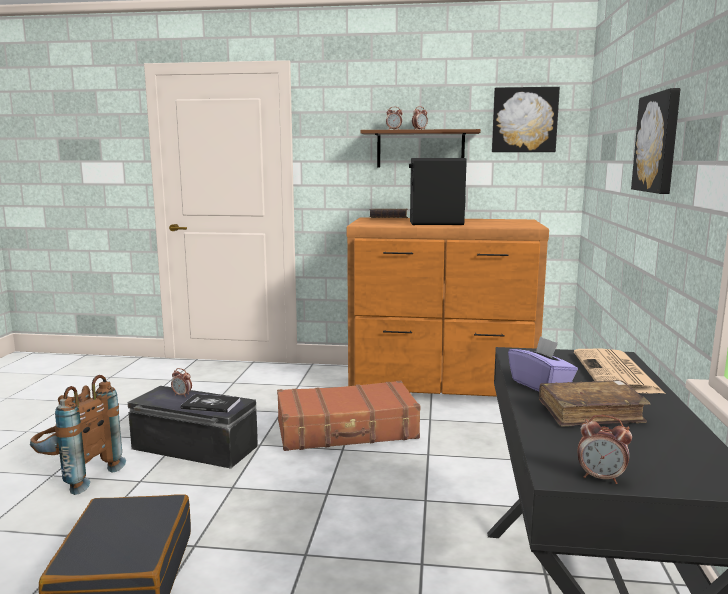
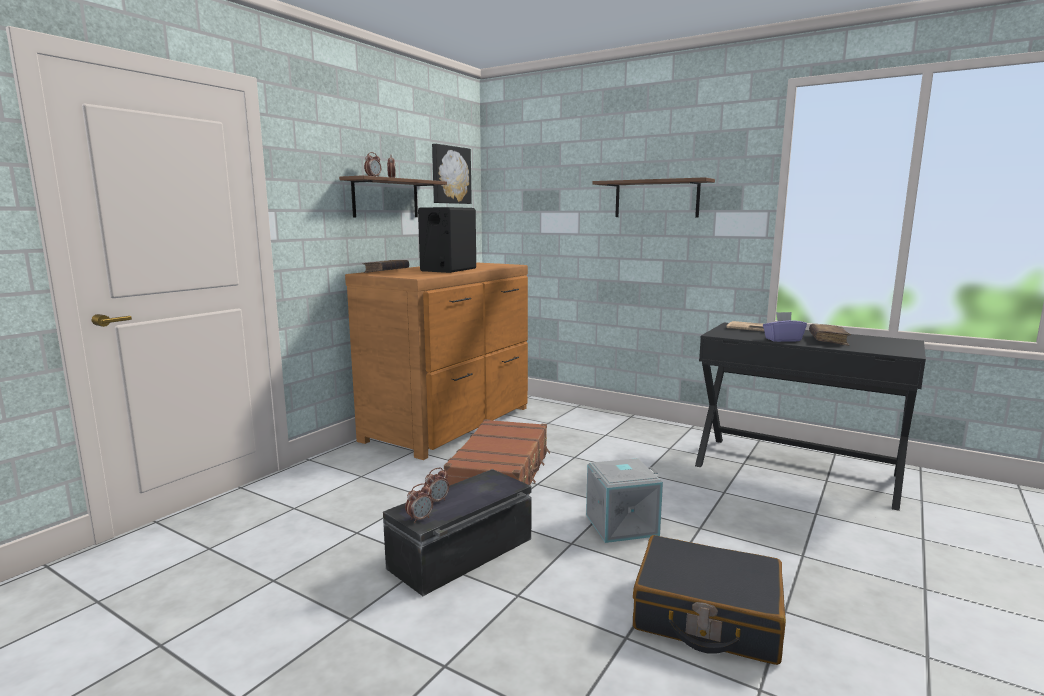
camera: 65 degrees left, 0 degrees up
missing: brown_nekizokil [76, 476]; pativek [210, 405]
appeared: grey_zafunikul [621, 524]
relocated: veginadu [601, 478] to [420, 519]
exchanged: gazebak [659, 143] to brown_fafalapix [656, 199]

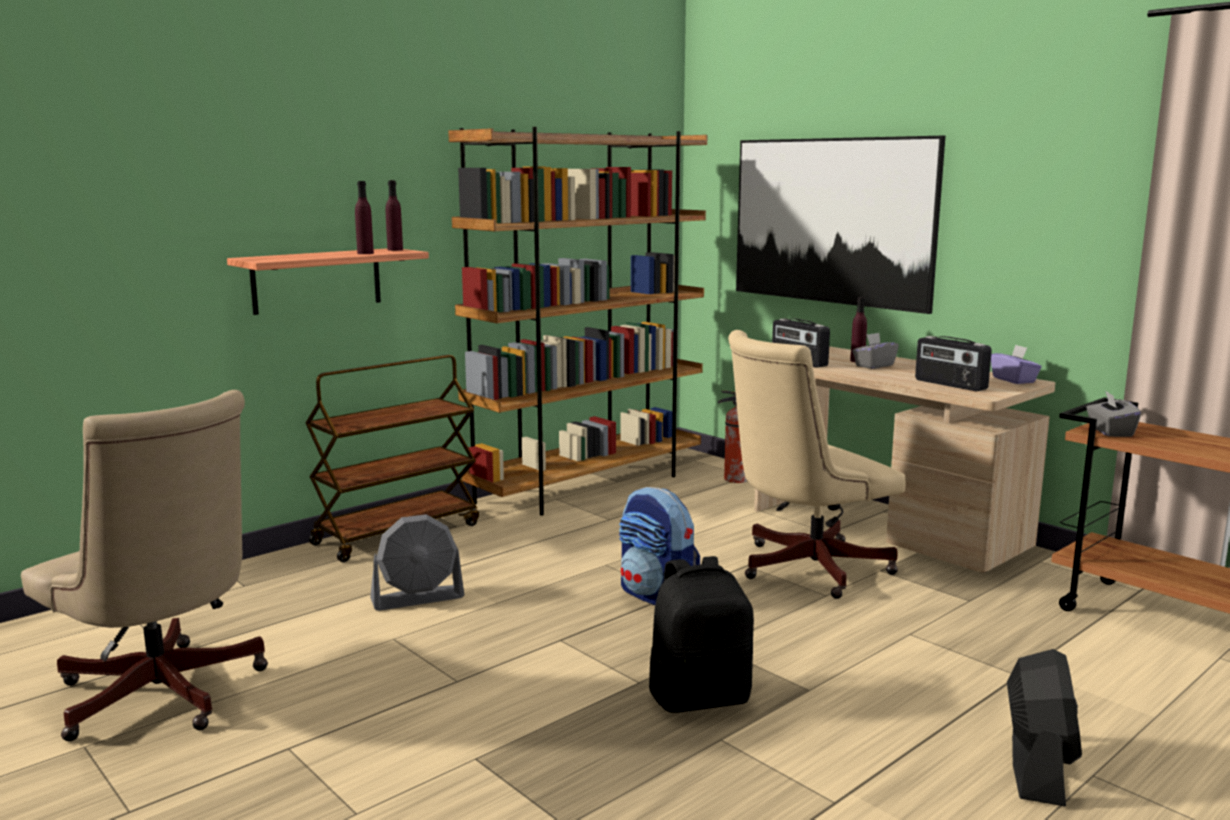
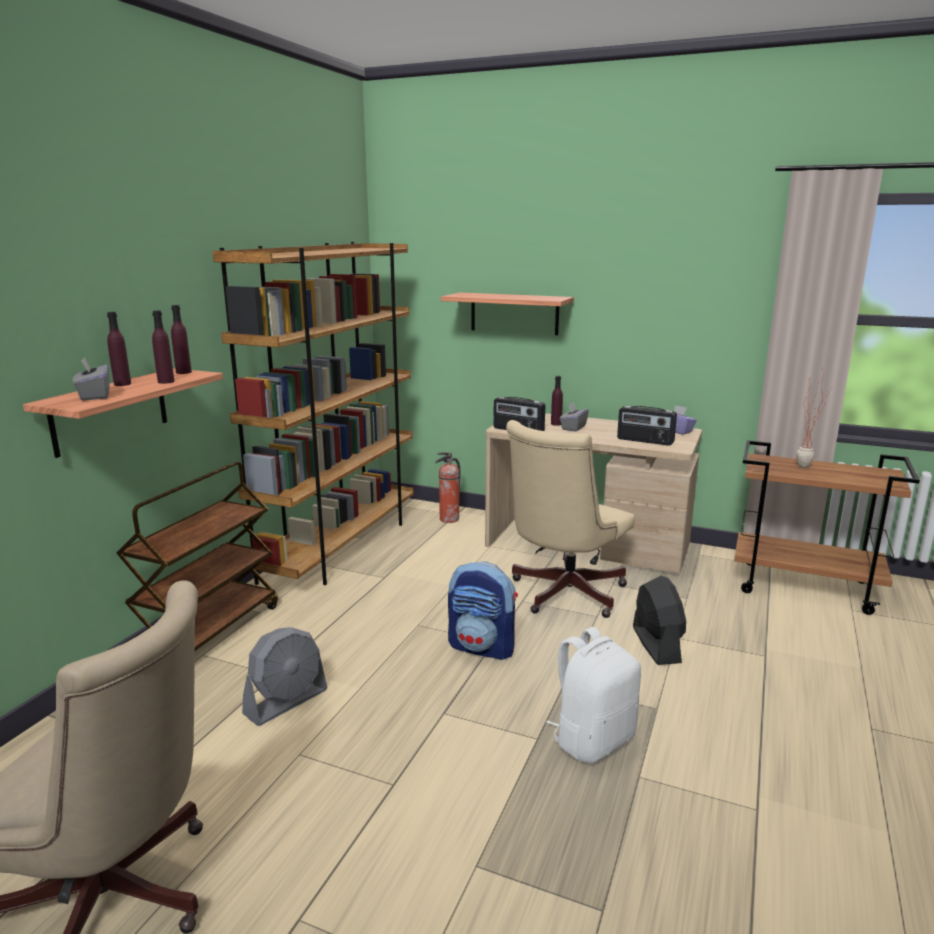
camera: 25 degrees left, 5 degrees up
appeared: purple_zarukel [122, 384]; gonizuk [806, 466]
relocated: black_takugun [1037, 768] to [656, 644]; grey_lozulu [1110, 432] to [94, 396]
exchanged: gazebak [831, 221] to fafalapix [514, 313]
colour: black_nekizokil [700, 697] to white_nekizokil [592, 740]

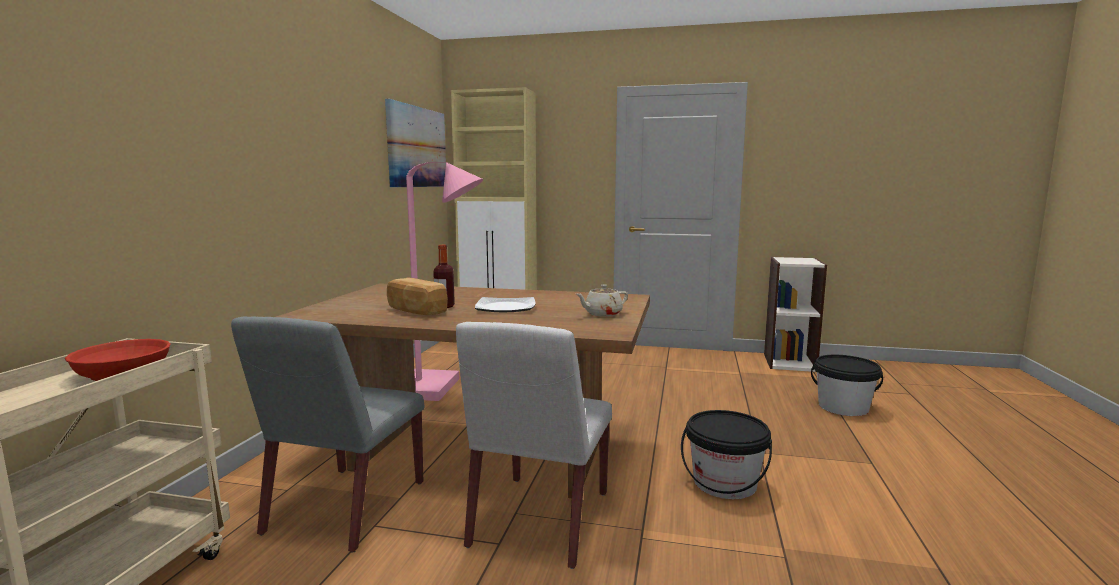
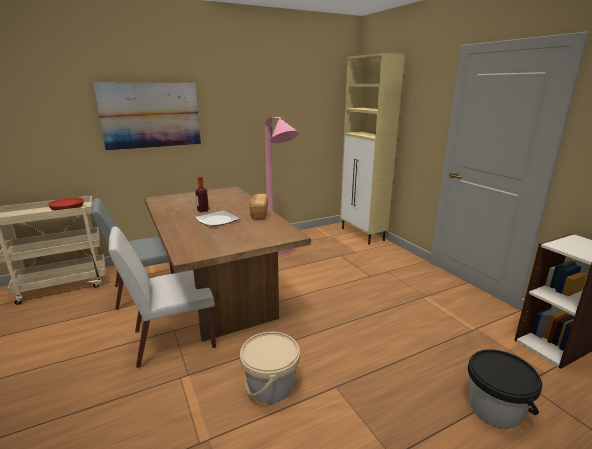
camera: 50 degrees right, 10 degrees up
missing: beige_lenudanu [602, 314]
relocated: gazebak [417, 147] to [151, 115]; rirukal [415, 311] to [258, 214]
colour: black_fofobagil [724, 483] to beige_fofobagil [270, 386]

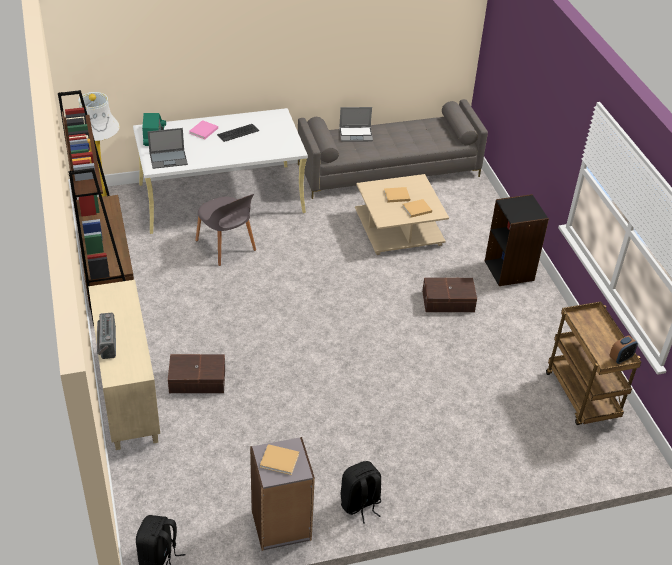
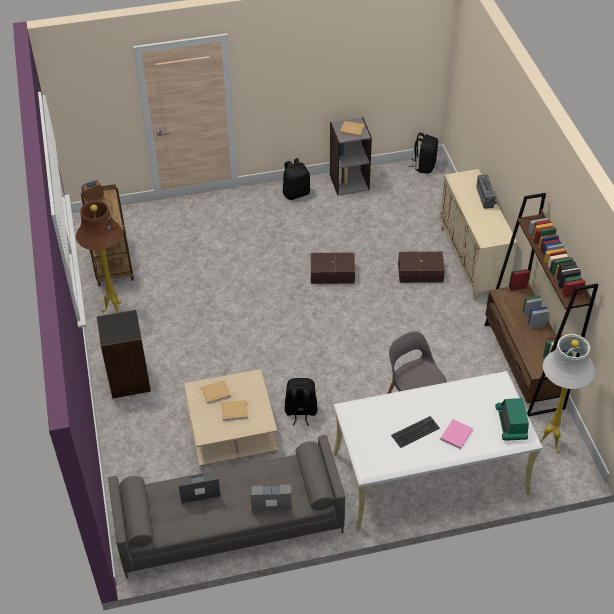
camera: 175 degrees left, 5 degrees up
appeared: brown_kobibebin [114, 310]; black_nekizokil [300, 411]
relocated: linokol [169, 159] to [198, 488]; brown_zafunikul [448, 302] to [332, 273]

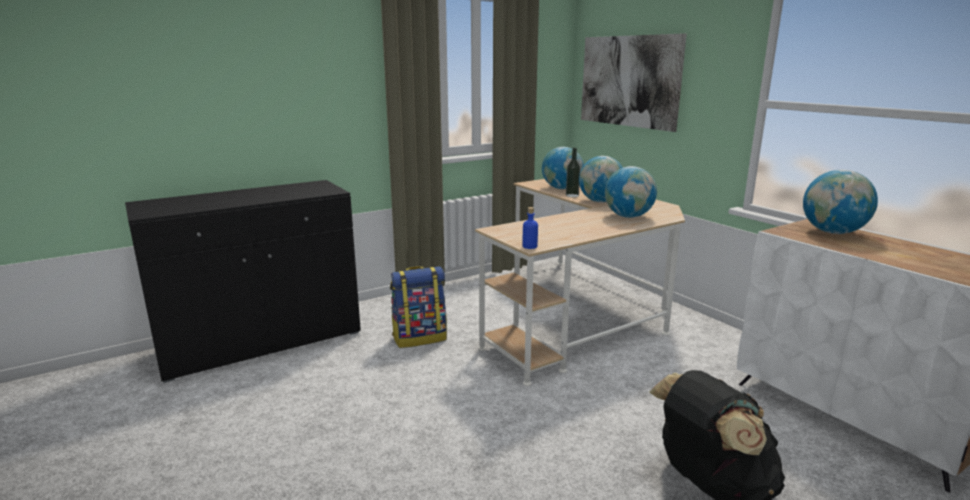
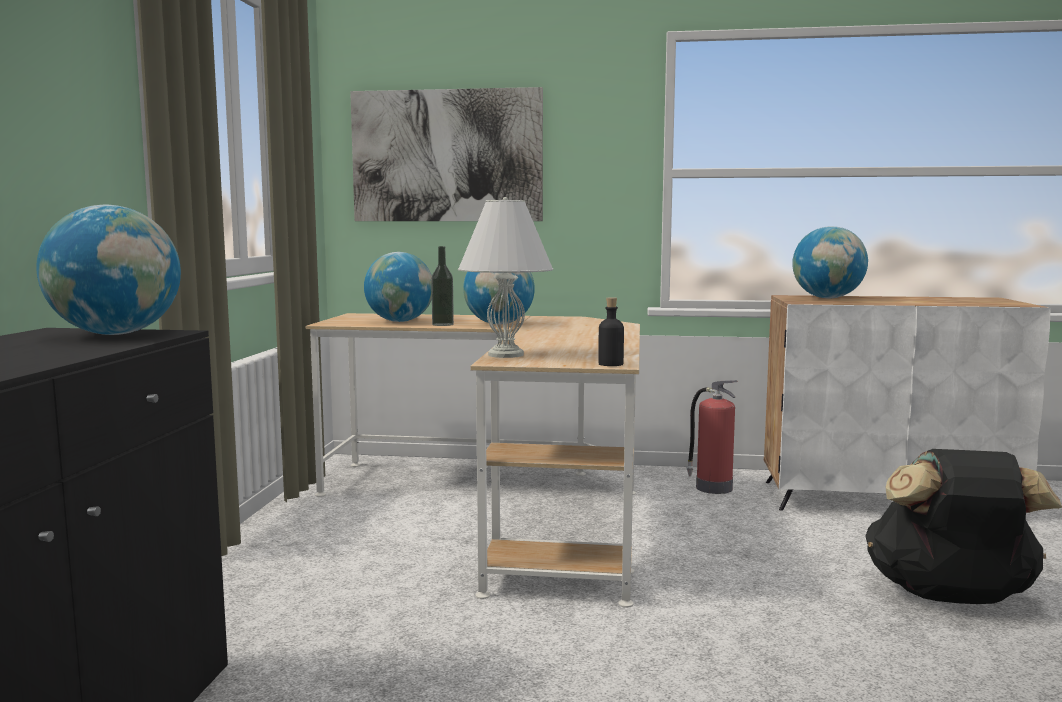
camera: 50 degrees left, 10 degrees down
missing: nekizokil [420, 337]
appeared: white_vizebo [505, 355]; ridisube [712, 487]
relocated: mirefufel [628, 216] to [116, 334]
colour: blue_zarukel [529, 246] to black_zarukel [610, 364]

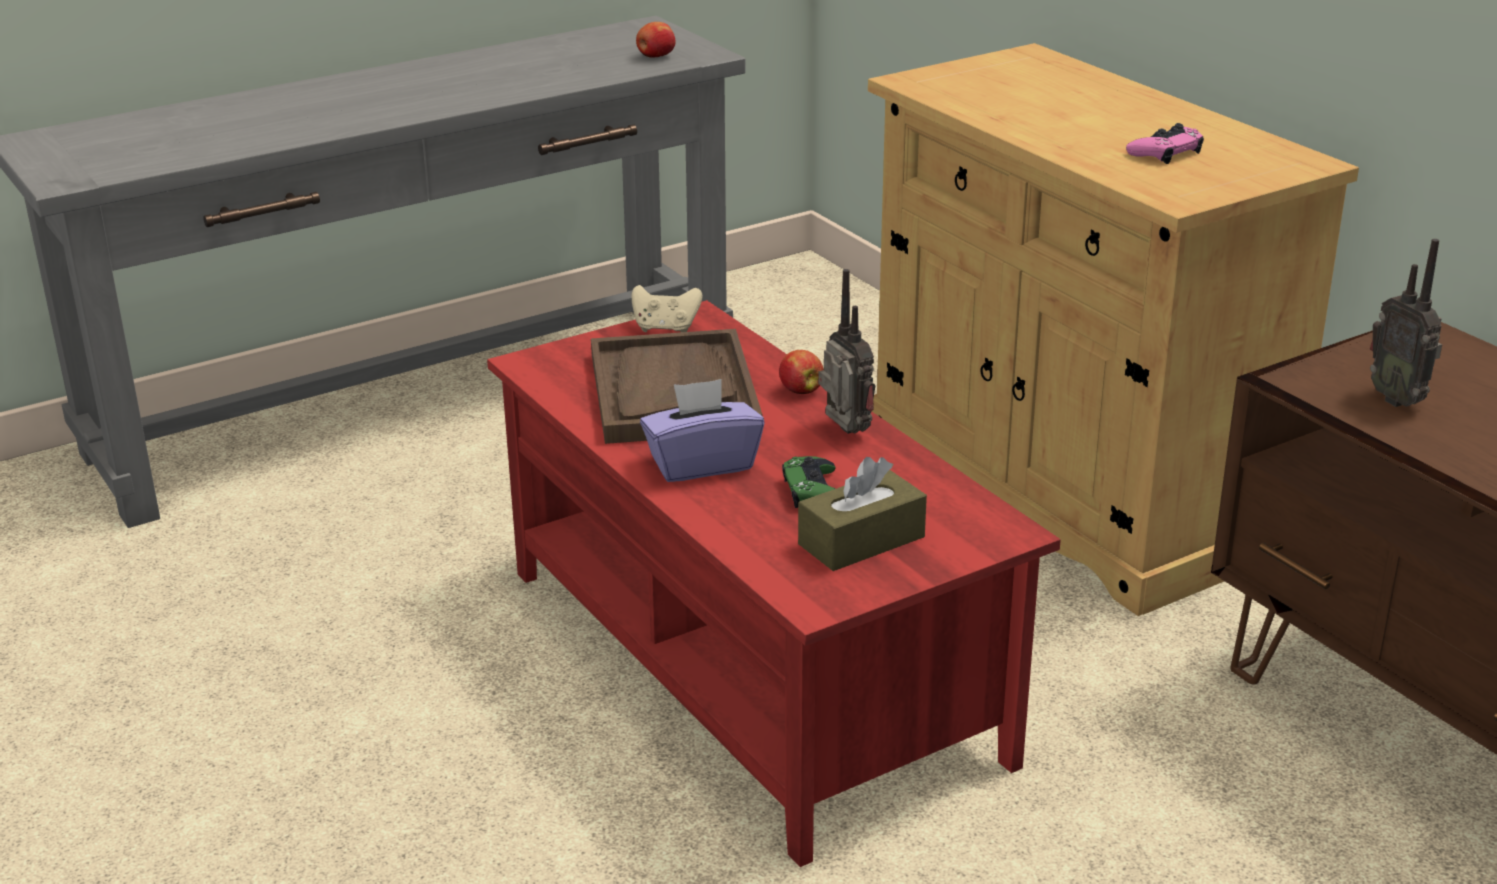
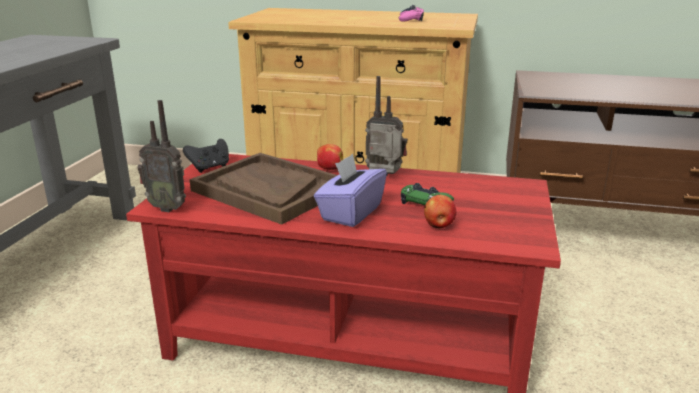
camera: 45 degrees left, 5 degrees down
missing: brown_lozulu [861, 541]
relocated: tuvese [655, 57] to [439, 226]; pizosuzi [1398, 399] to [168, 207]
colour: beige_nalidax [665, 328] to black_nalidax [209, 168]

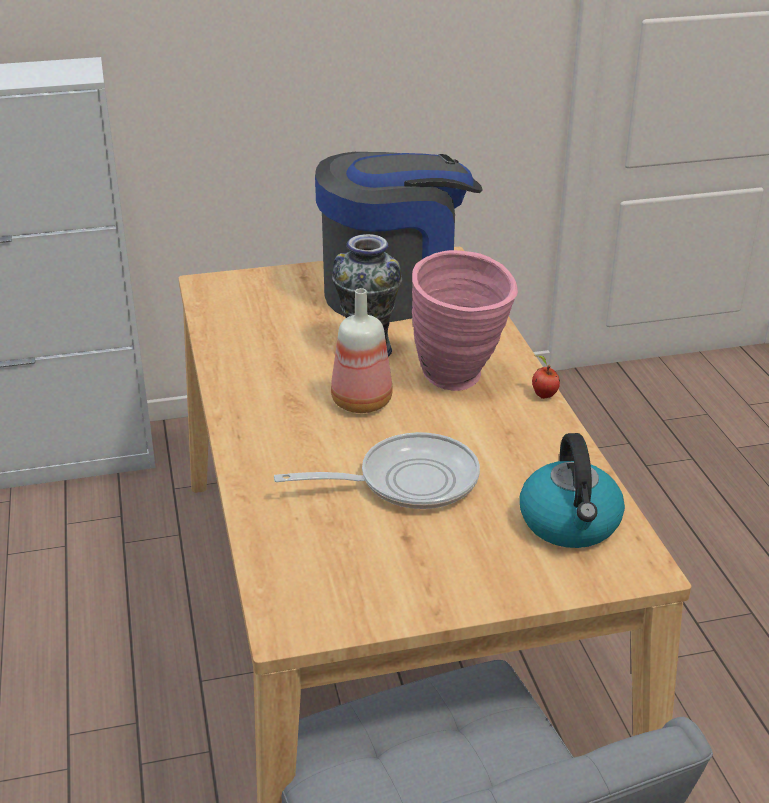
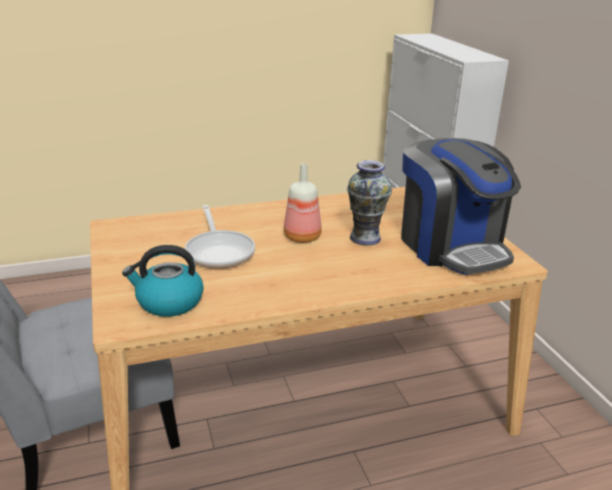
camera: 85 degrees right, 5 degrees down
missing: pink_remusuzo [460, 381]; tuvese [543, 395]

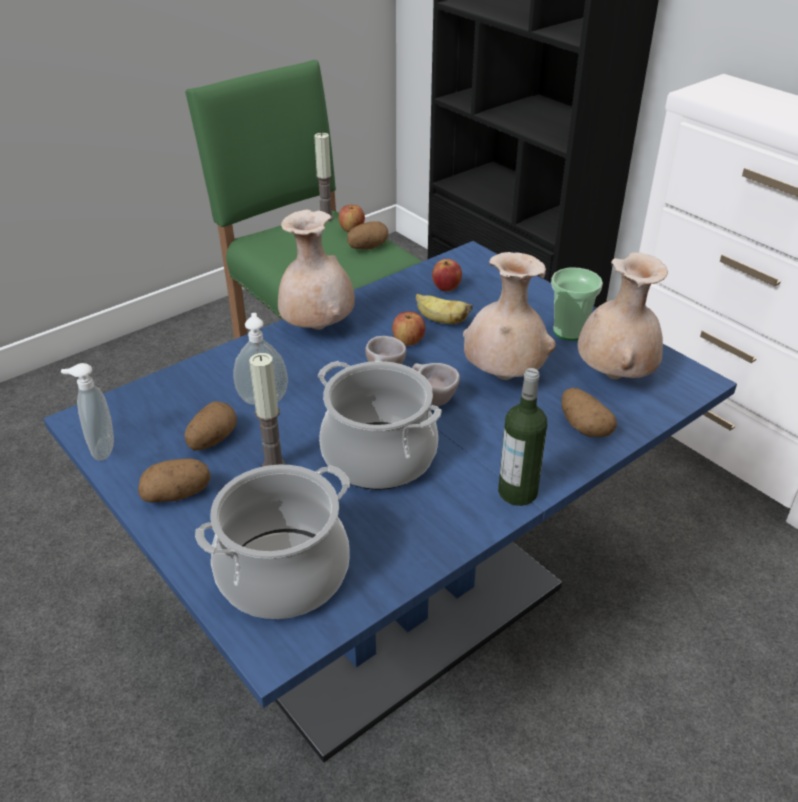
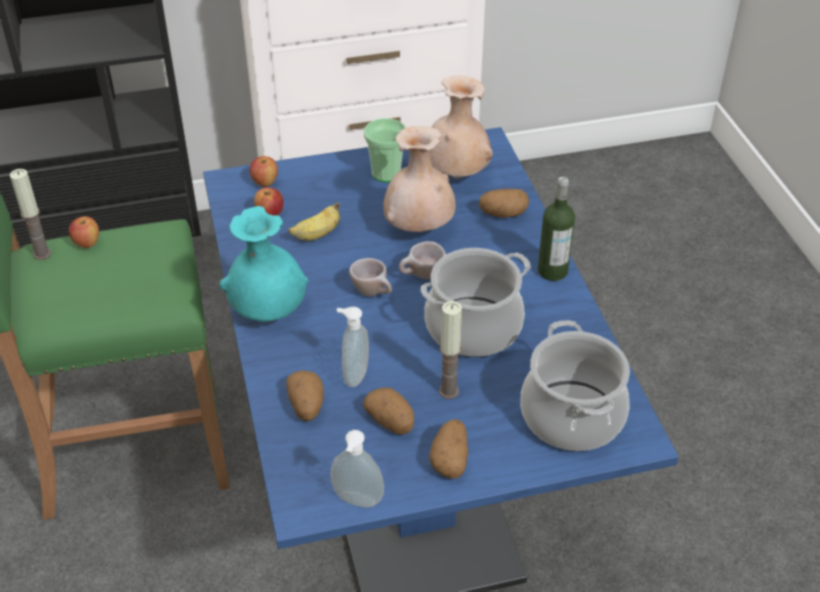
camera: 65 degrees left, 5 degrees up
relocated: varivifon [368, 247] to [306, 406]; tuvese [408, 342] to [265, 182]
colour: beige_remusuzo [317, 327] to turquoise_remusuzo [268, 311]

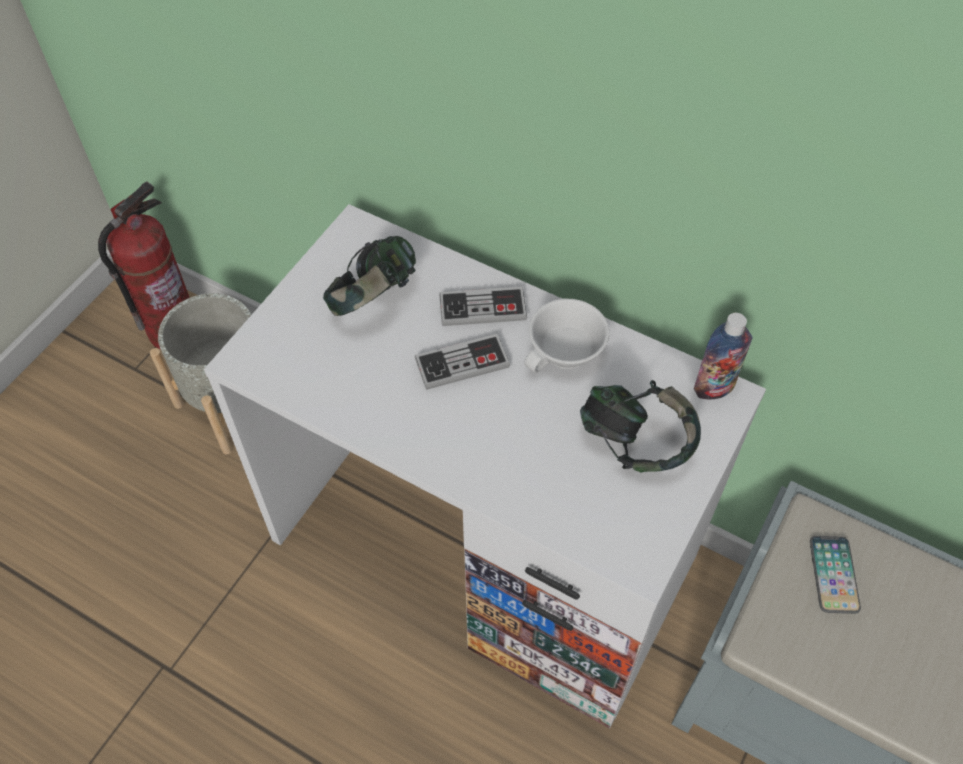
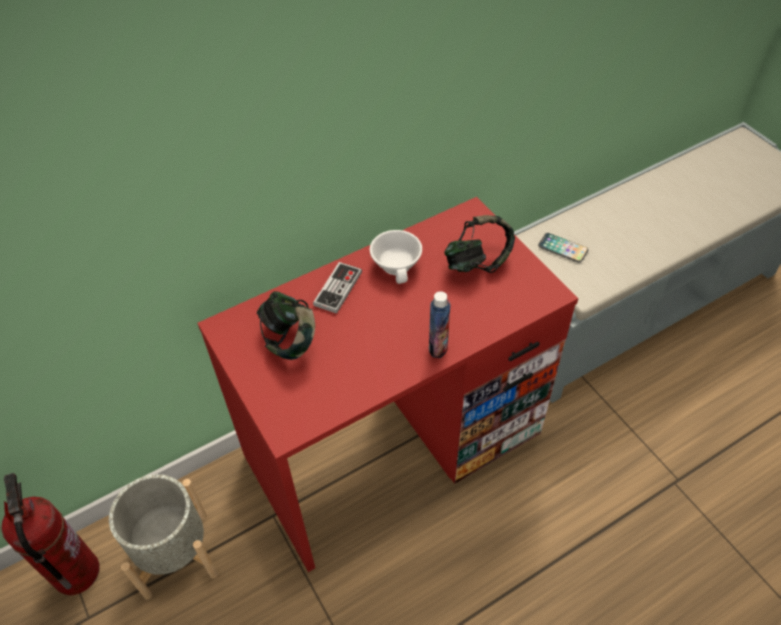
camera: 60 degrees left, 5 degrees down
missing: nalidax [462, 363]
relocated: zarukel [714, 388] to [438, 346]
colour: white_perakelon [483, 548] to red_perakelon [393, 444]

